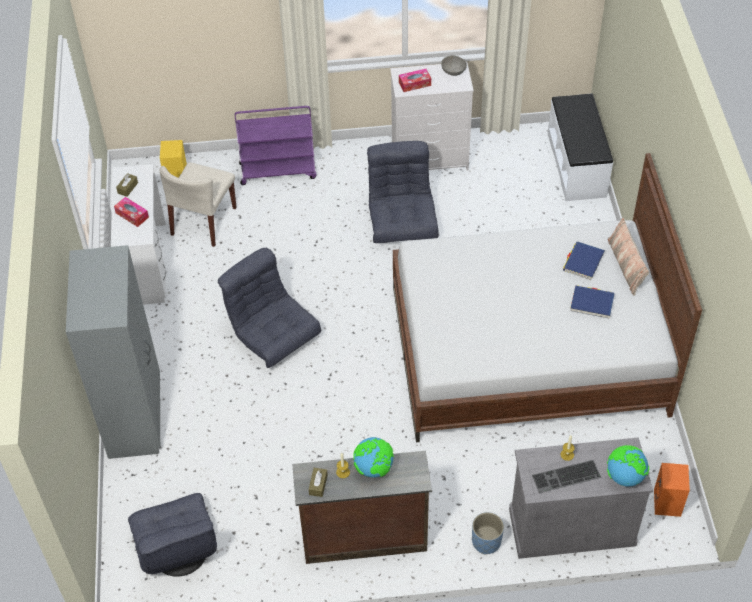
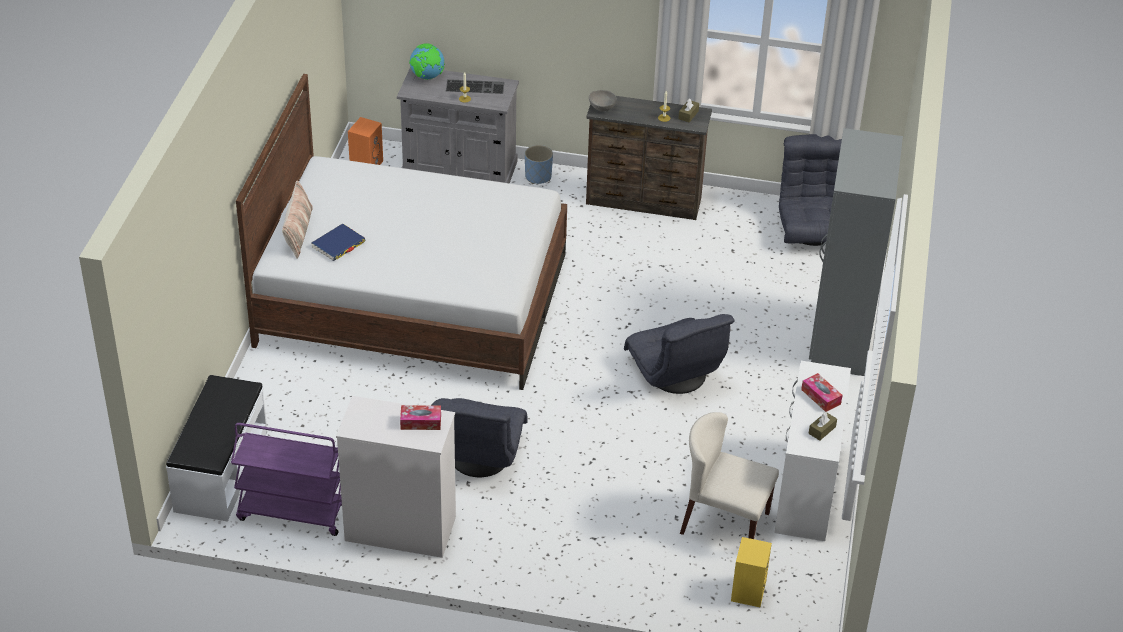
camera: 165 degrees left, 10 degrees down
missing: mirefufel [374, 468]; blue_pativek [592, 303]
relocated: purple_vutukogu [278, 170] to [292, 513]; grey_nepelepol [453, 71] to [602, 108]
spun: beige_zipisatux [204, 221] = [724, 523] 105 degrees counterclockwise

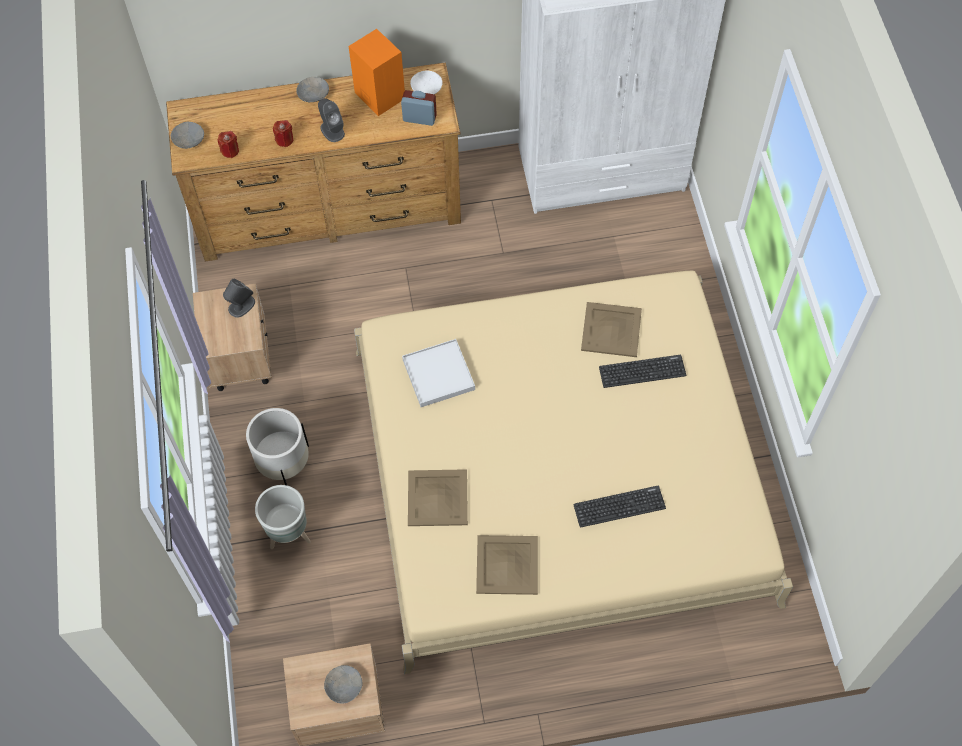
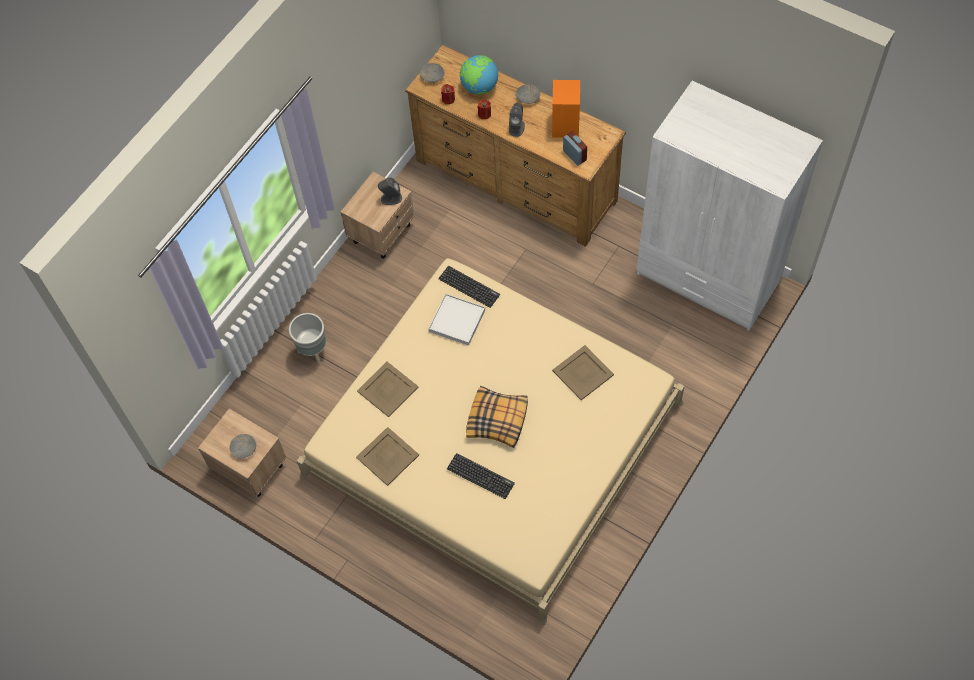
camera: 45 degrees right, 0 degrees up
missing: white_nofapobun [284, 464]; white_nepelepol [427, 88]
appeared: mirefufel [479, 87]; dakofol [497, 420]
relocated: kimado [642, 371] to [469, 287]

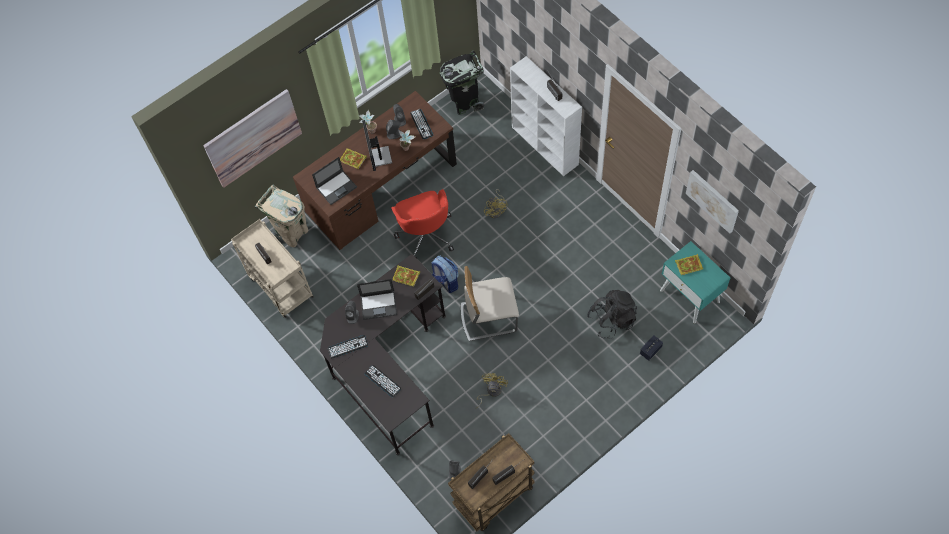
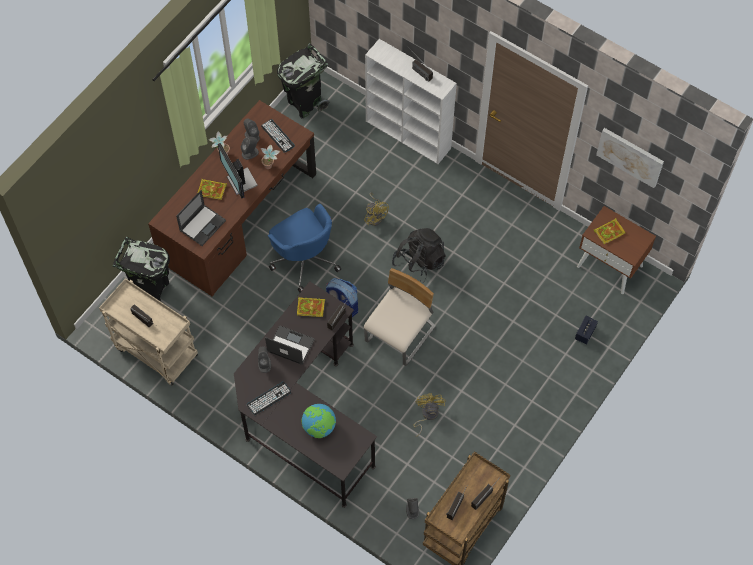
camera: 20 degrees left, 0 degrees up
missing: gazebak [253, 138]
relocated: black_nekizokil [612, 320] to [419, 263]
exchanged: kimado [382, 381] to mirefufel [319, 427]
colour: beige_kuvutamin [292, 233] to black_kuvutamin [151, 289]; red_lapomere [426, 234] to blue_lapomere [304, 259]; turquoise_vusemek [690, 296] to brown_vusemek [610, 266]
spun: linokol [379, 305] = [290, 345] 135 degrees counterclockwise; beige_zipisatux [488, 317] = [401, 335] 150 degrees clockwise

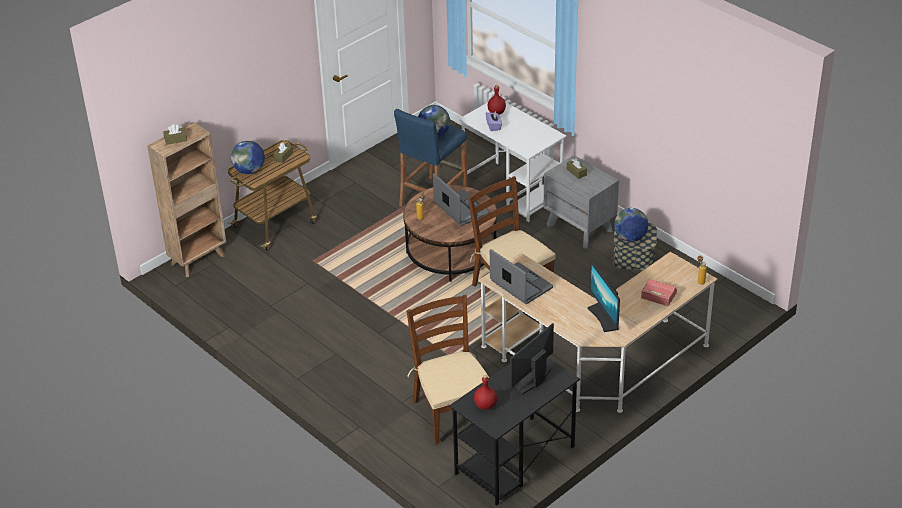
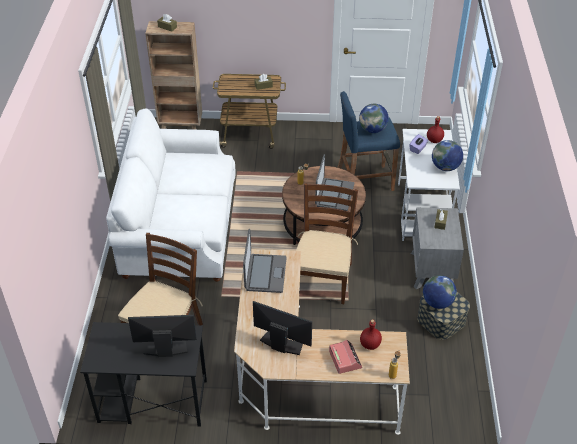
camera: 45 degrees right, 5 degrees up
appeared: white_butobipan [179, 227]
relocated: mirefufel [249, 171] to [445, 167]; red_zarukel [485, 405] to [369, 344]
spun: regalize [604, 317] = [281, 344] 90 degrees clockwise

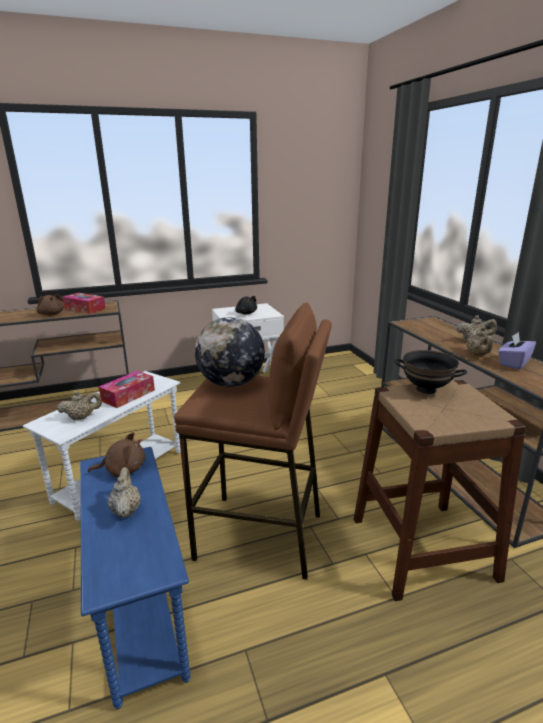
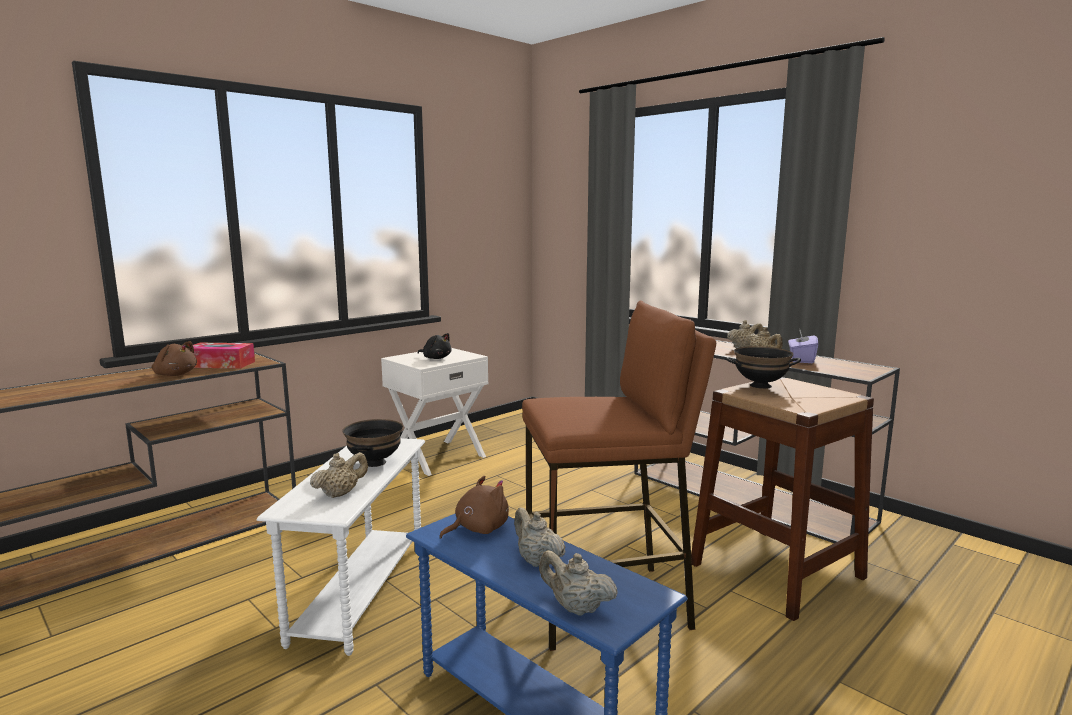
camera: 25 degrees left, 10 degrees down
missing: mirefufel [231, 383]
appeared: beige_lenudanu [576, 608]
exchanged: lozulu [128, 395] to black_nepelepol [374, 462]

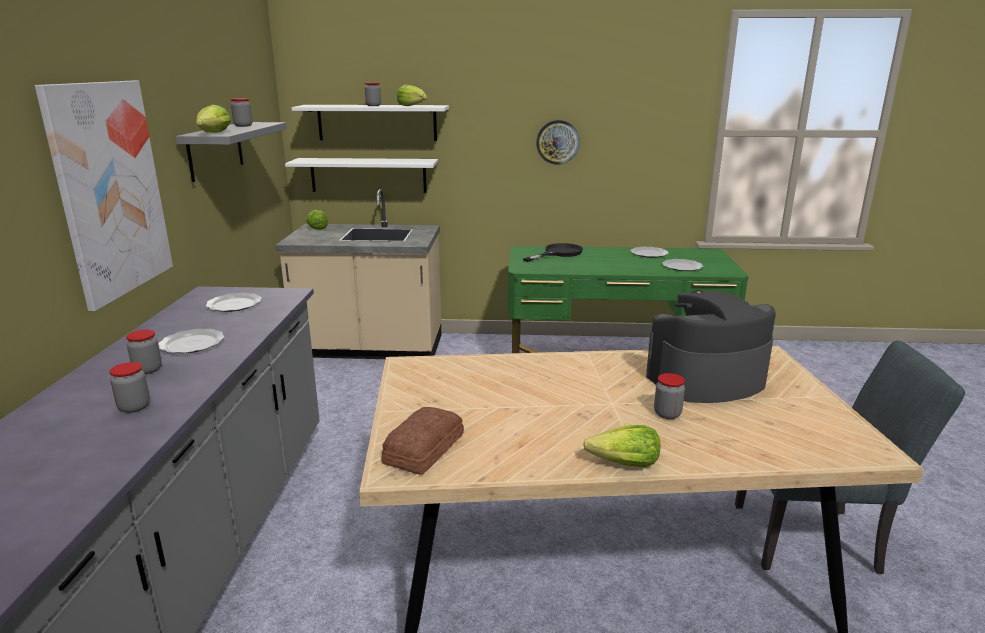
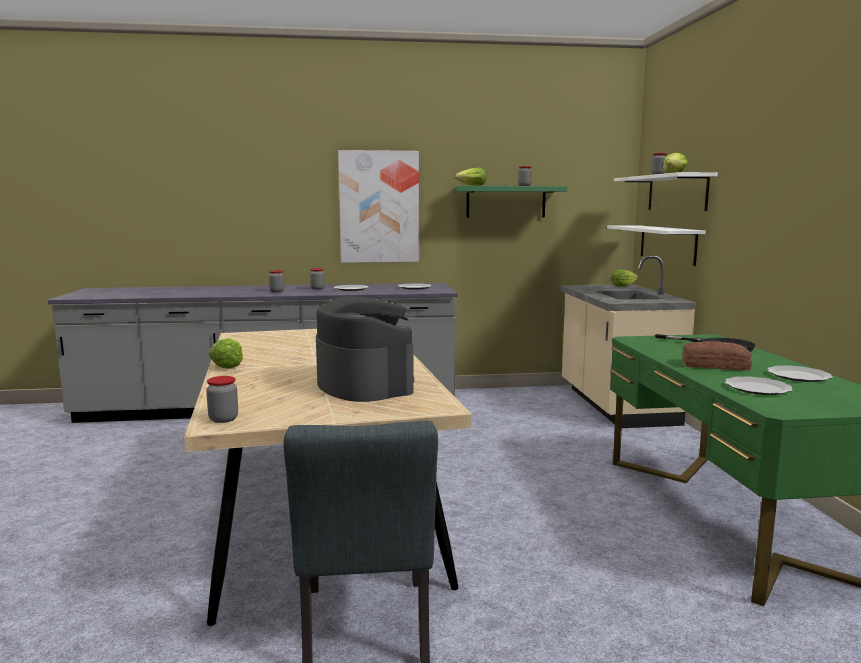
camera: 80 degrees right, 10 degrees down
missing: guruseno [557, 142]
relocated: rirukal [422, 449] to [714, 365]; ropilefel [667, 414] to [223, 419]
colour: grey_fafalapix [215, 150] to green_fafalapix [506, 202]

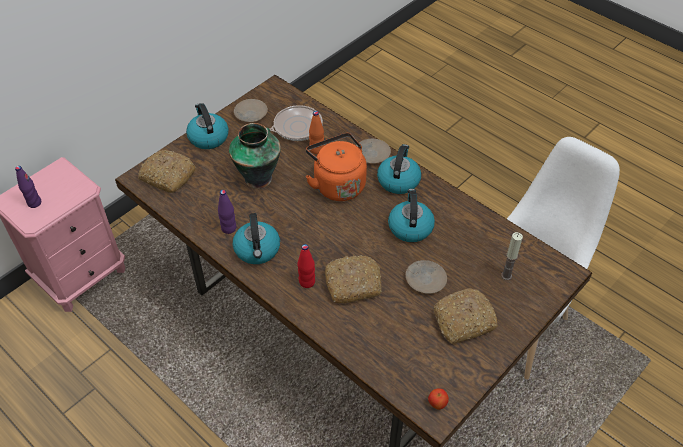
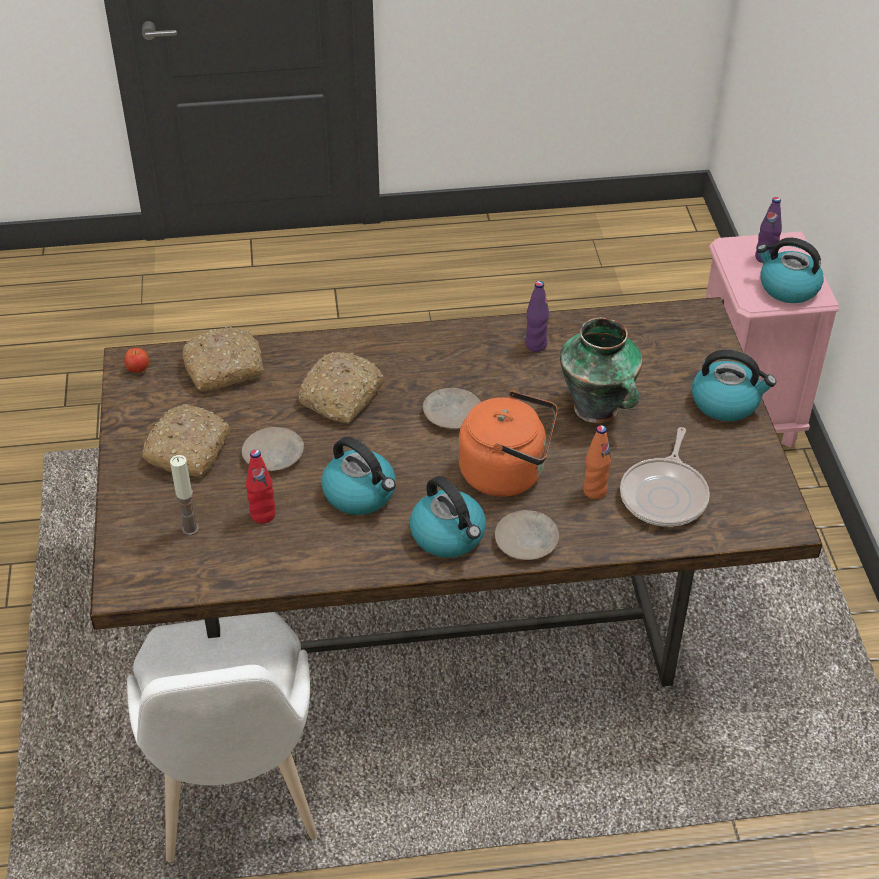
camera: 130 degrees right, 5 degrees down
relocated: rirukal [167, 176] to [225, 367]; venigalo [257, 250] to [787, 287]; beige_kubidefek [251, 114] to [452, 414]; red_zarukel [307, 282] to [263, 515]

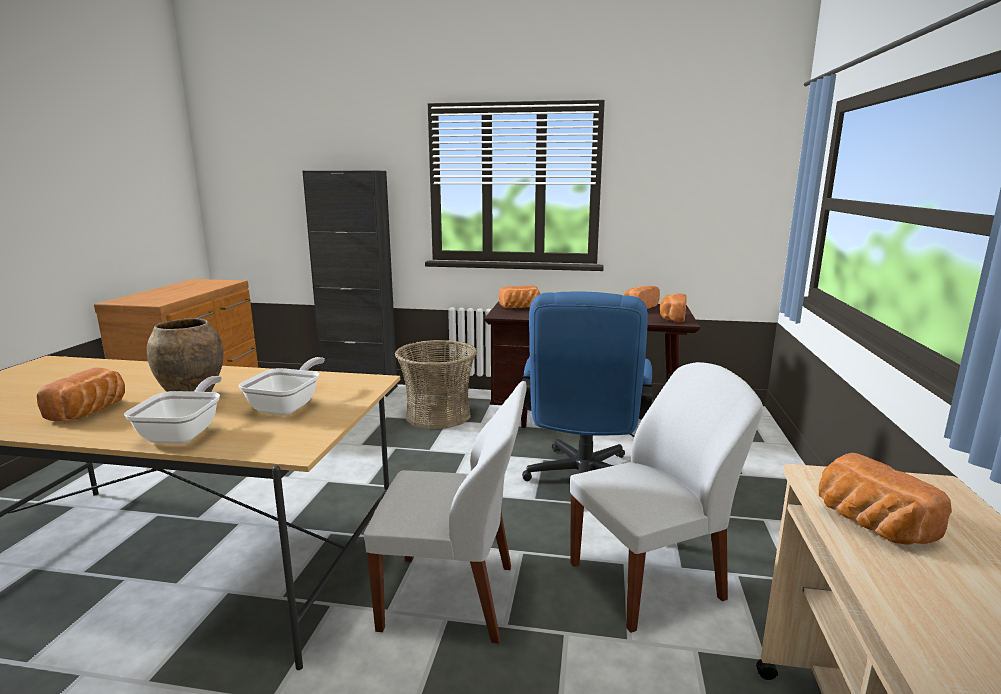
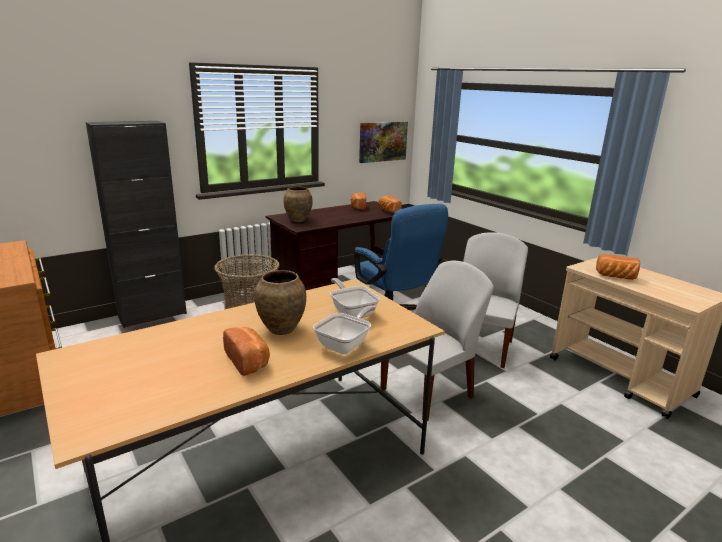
camera: 45 degrees left, 5 degrees up
appeared: gazebak [382, 141]
exchanged: rirukal [520, 308] to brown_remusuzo [297, 220]
spun: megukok [185, 432] = [346, 344] 75 degrees clockwise

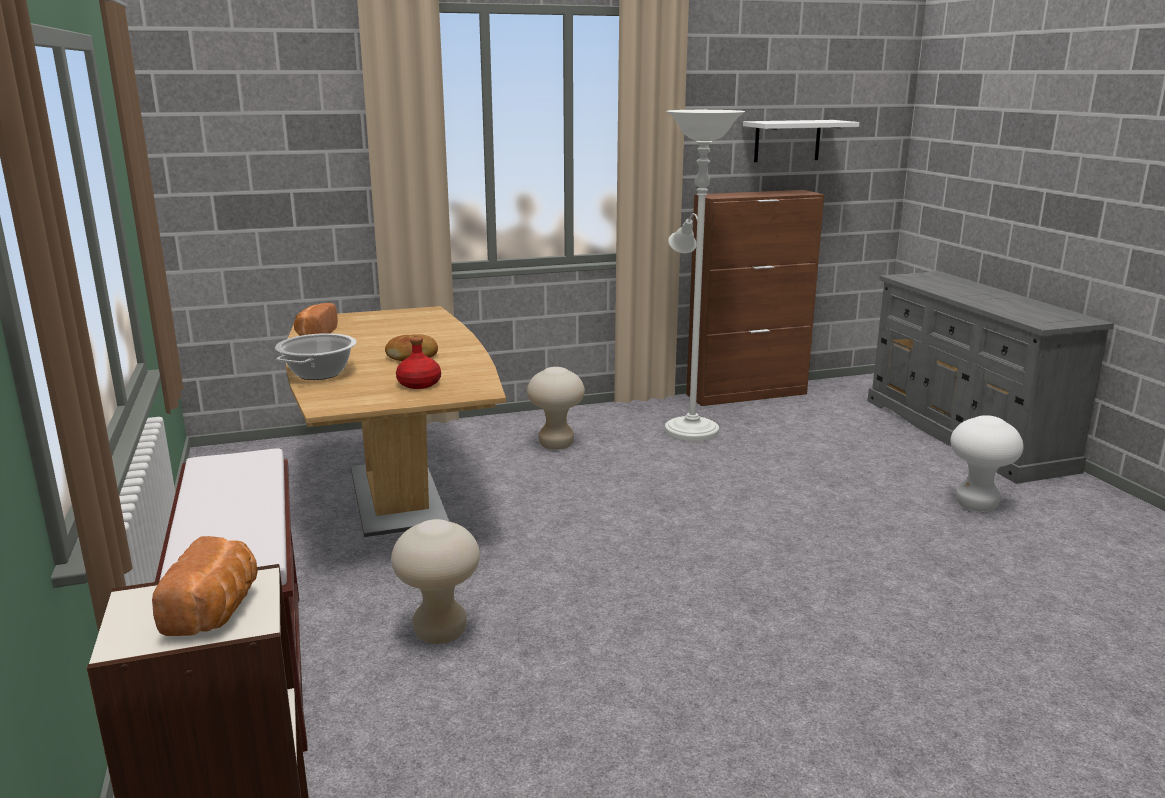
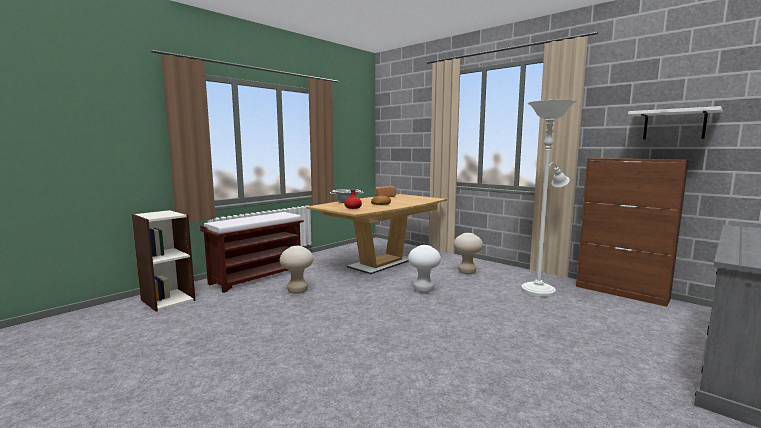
camera: 60 degrees right, 10 degrees down
missing: rirukal [216, 611]
relocated: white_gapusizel [976, 505] to [423, 290]

